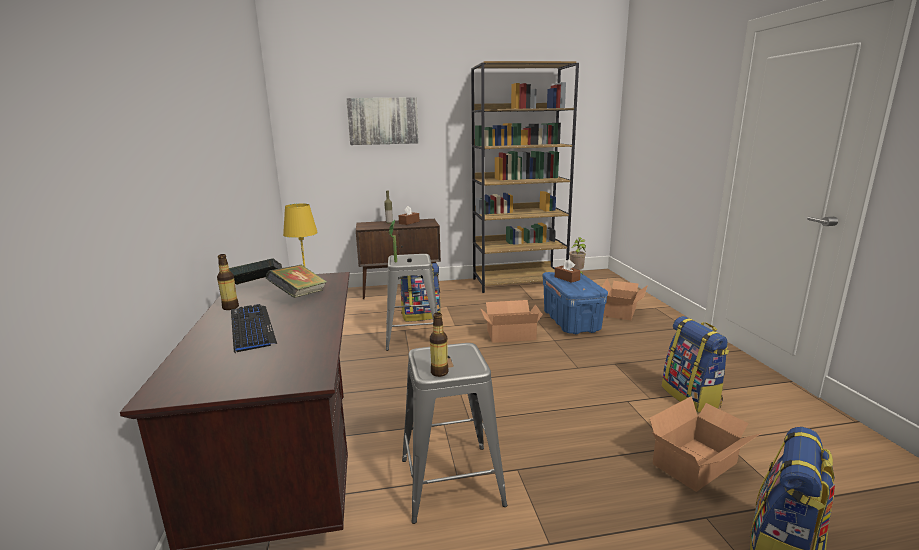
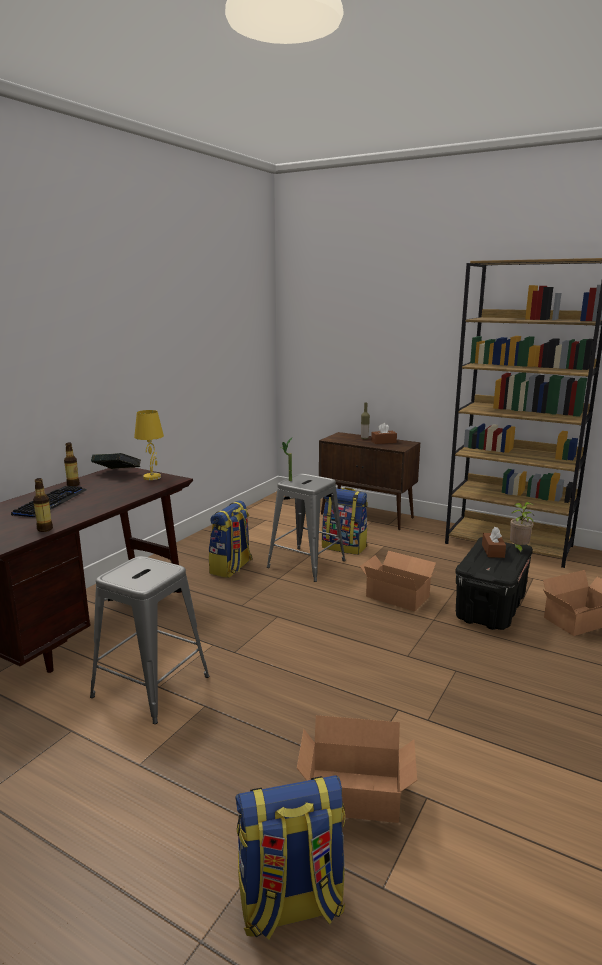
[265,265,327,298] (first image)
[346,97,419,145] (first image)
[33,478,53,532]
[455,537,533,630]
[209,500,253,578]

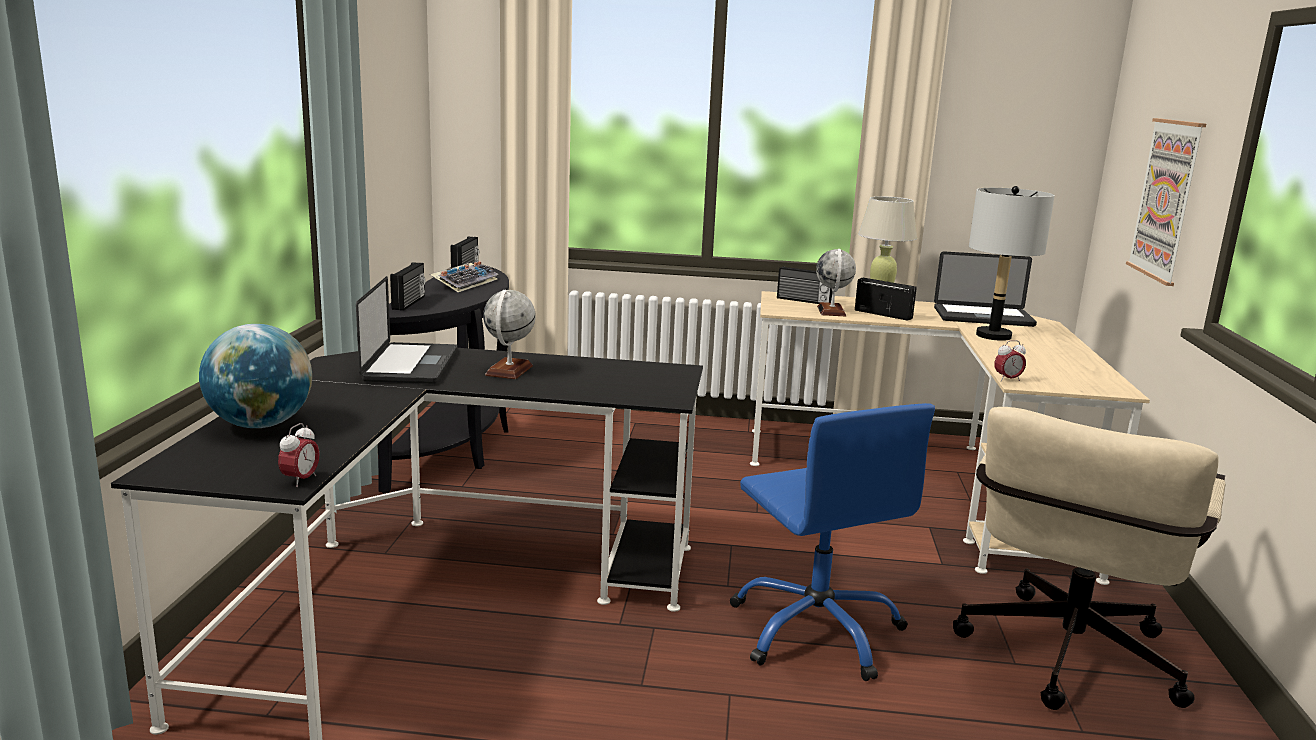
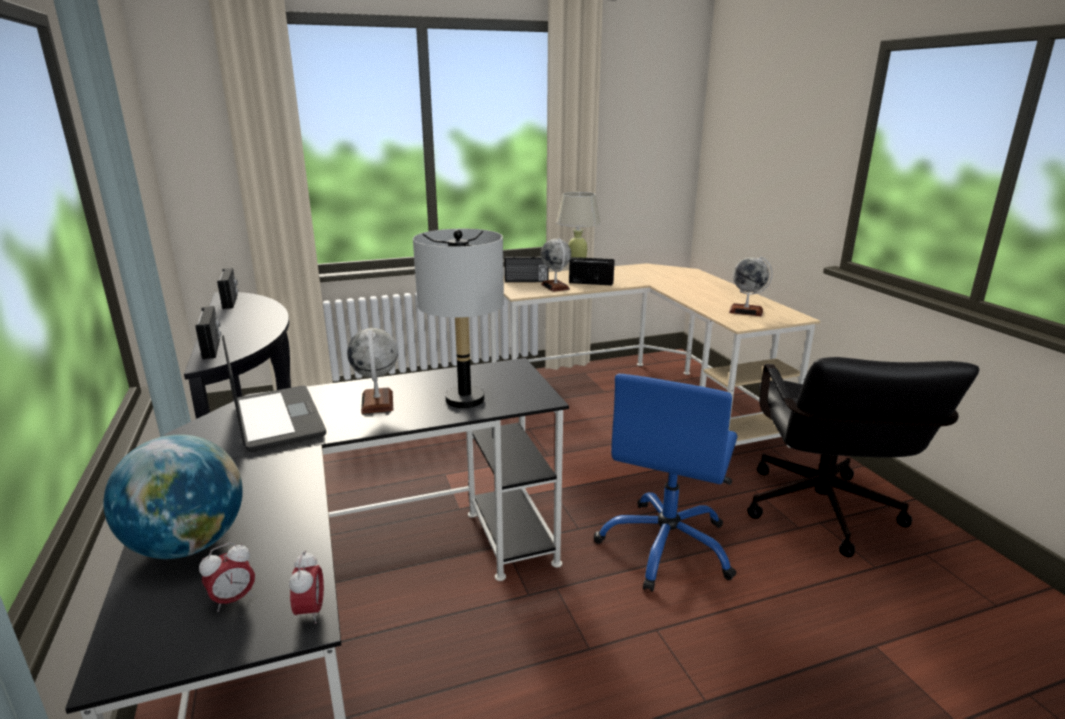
[430,261,498,292] (first image)
[594,374,738,592]
[934,251,1037,327] (first image)
[747,357,979,557]
[413,229,504,408]
[199,542,255,612]
[1126,118,1206,286] (first image)
[729,256,773,316]

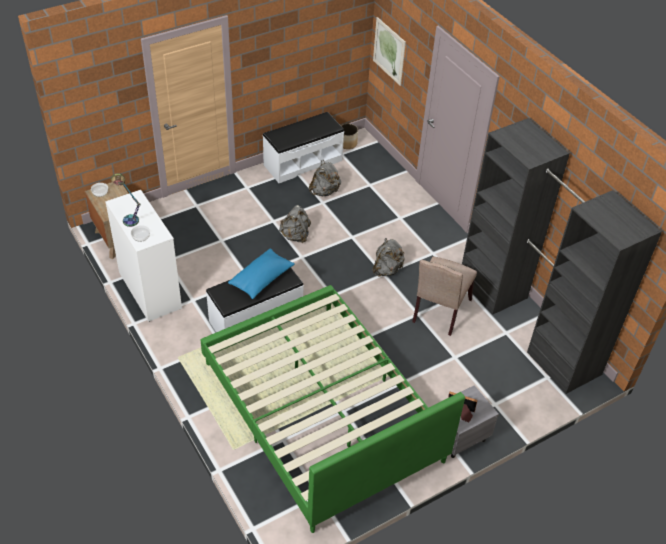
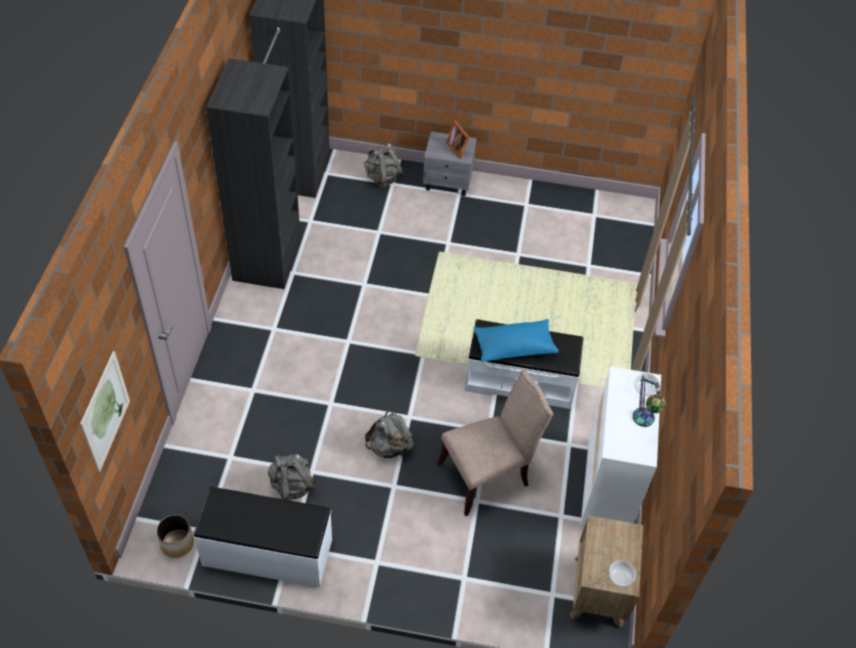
[200,285,465,533] (first image)
[364,143,404,188]
[437,370,553,516]

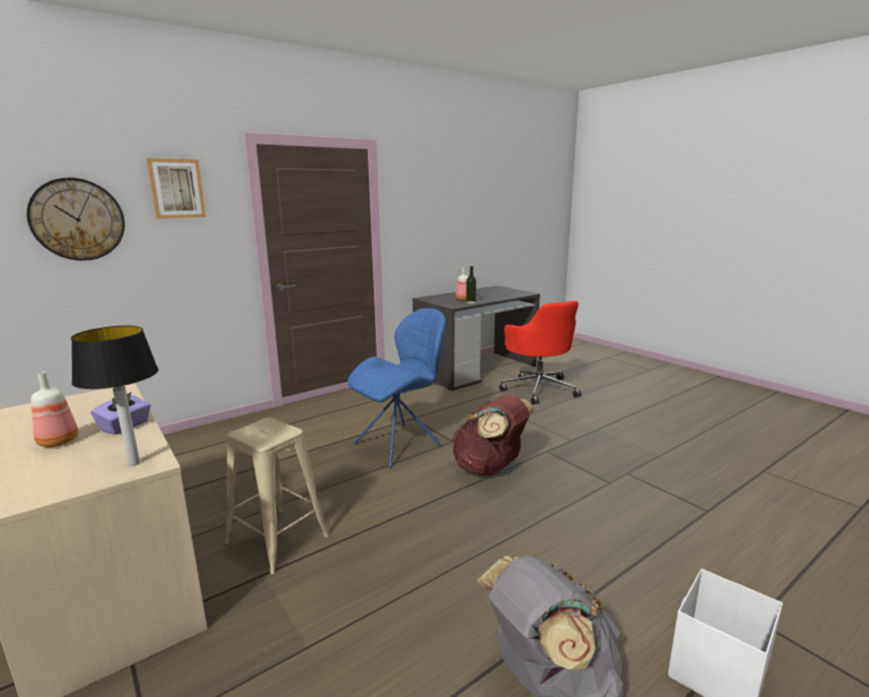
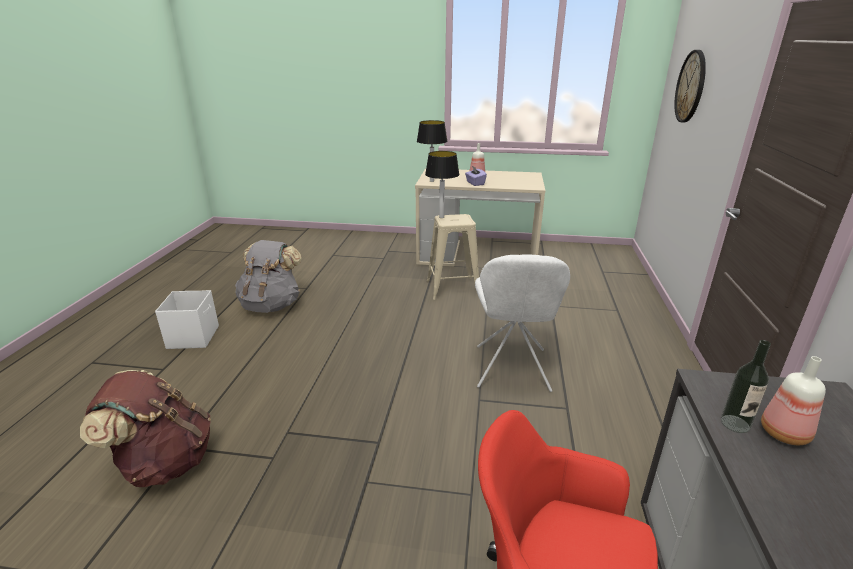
[147,158,206,219] (first image)
[475,254,570,392]
[80,370,211,487]
[425,151,460,218]

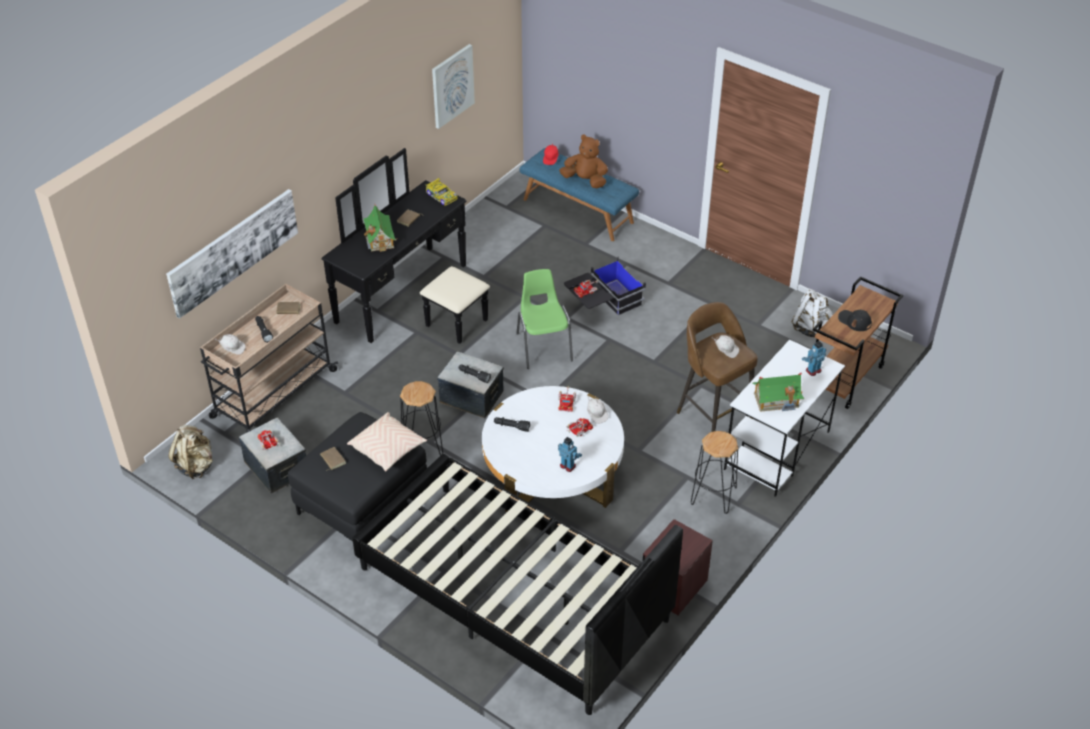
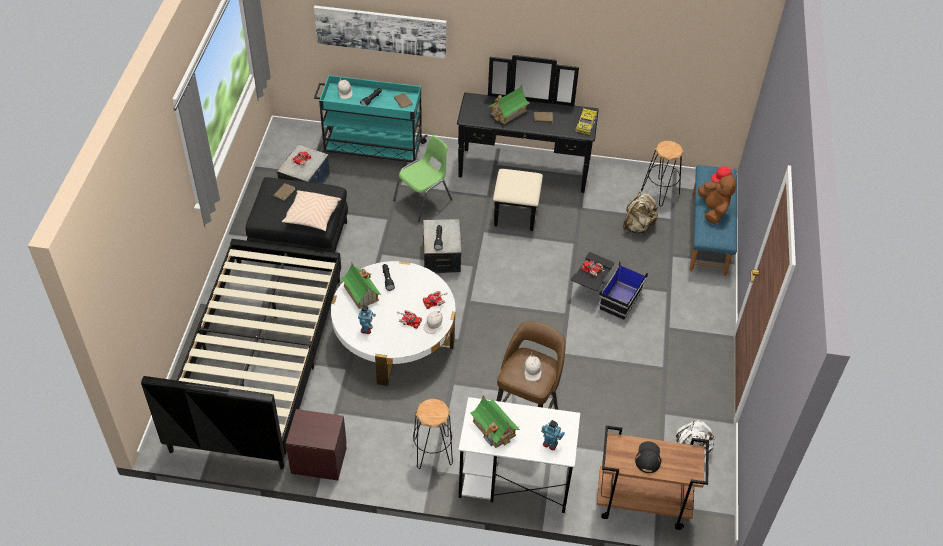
[623,192,659,233]
[314,75,428,162]
[641,141,684,206]
[432,44,475,129] (first image)
[393,136,452,222]
[341,262,381,309]

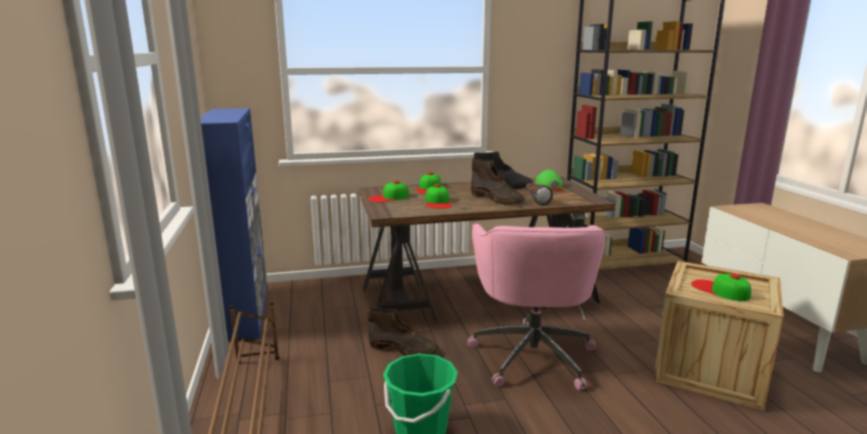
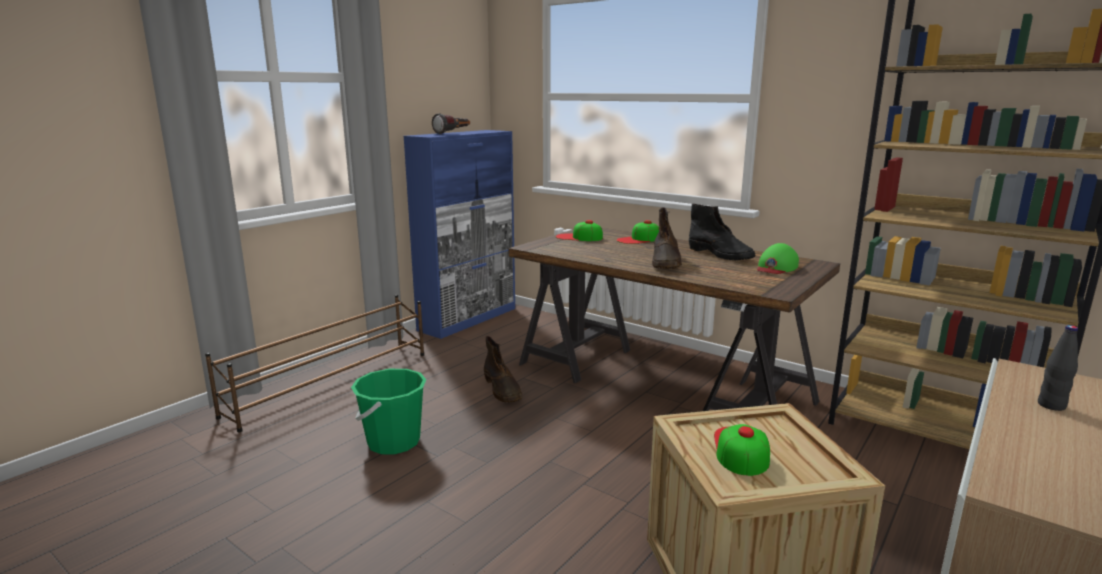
[425,184,452,209] (first image)
[468,224,606,390] (first image)
[432,113,470,134]
[1038,325,1078,411]

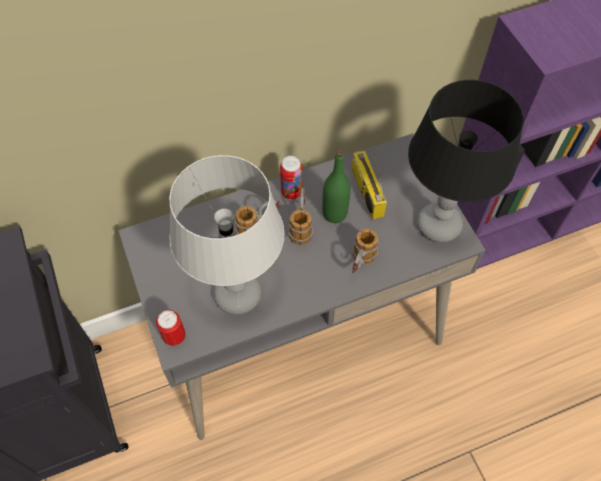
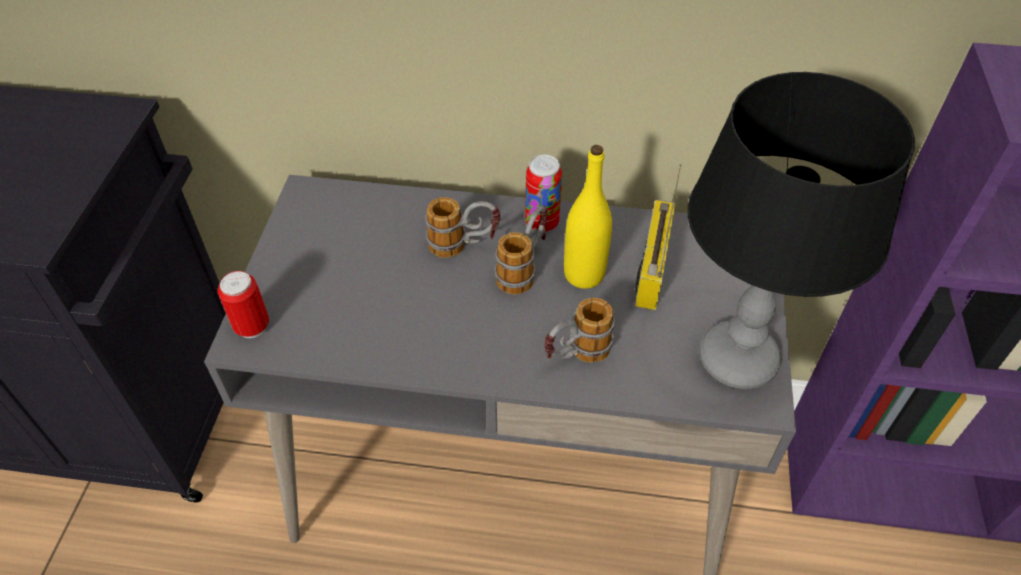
[169,155,285,315] (first image)
[564,145,612,289]

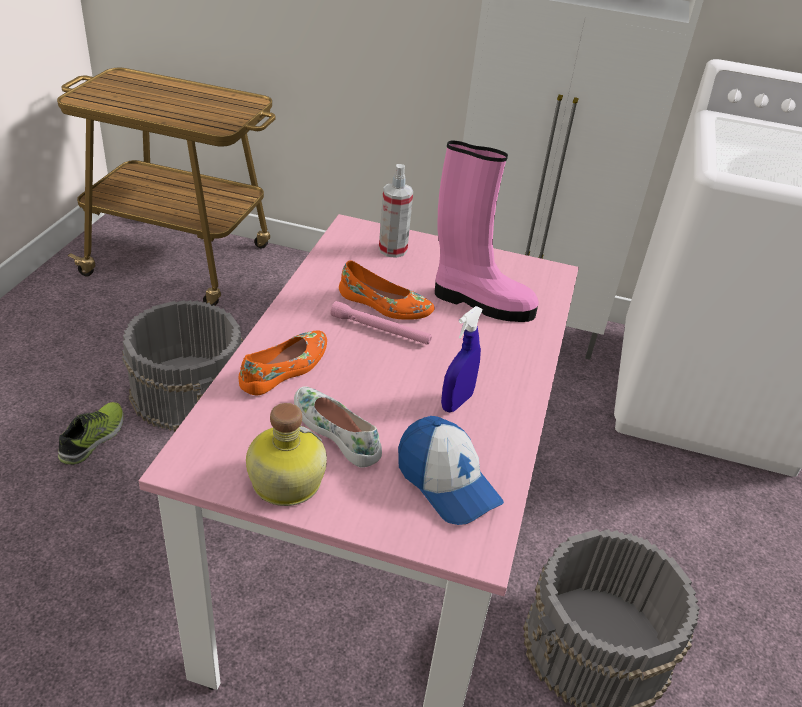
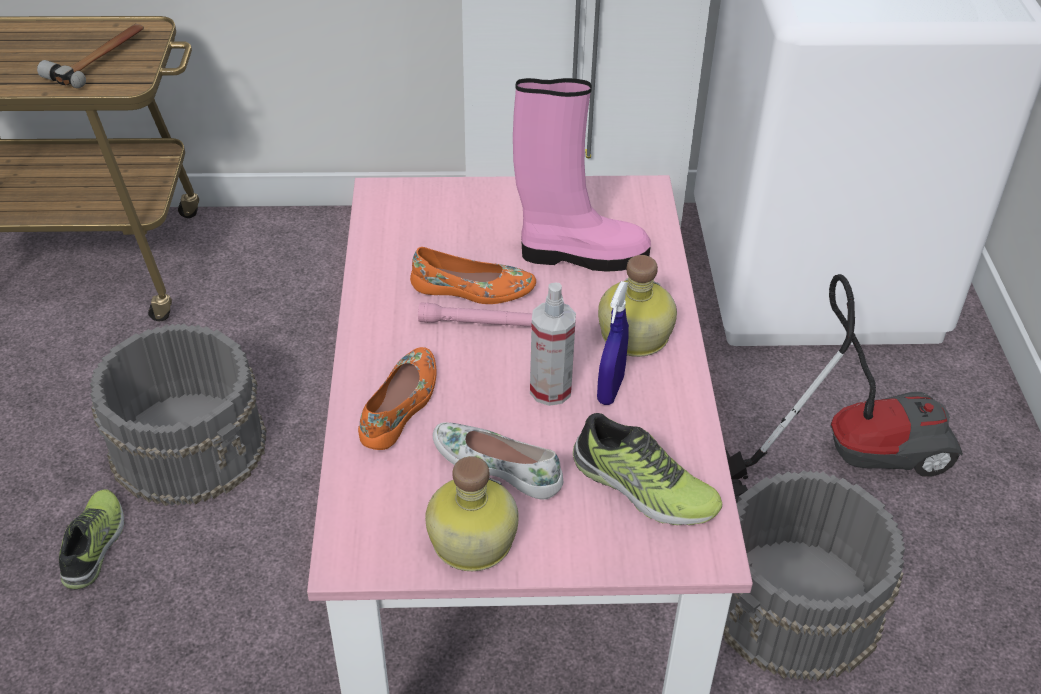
[530,282,576,406]
[573,413,722,525]
[37,24,144,88]
[598,255,677,357]
[725,274,963,503]

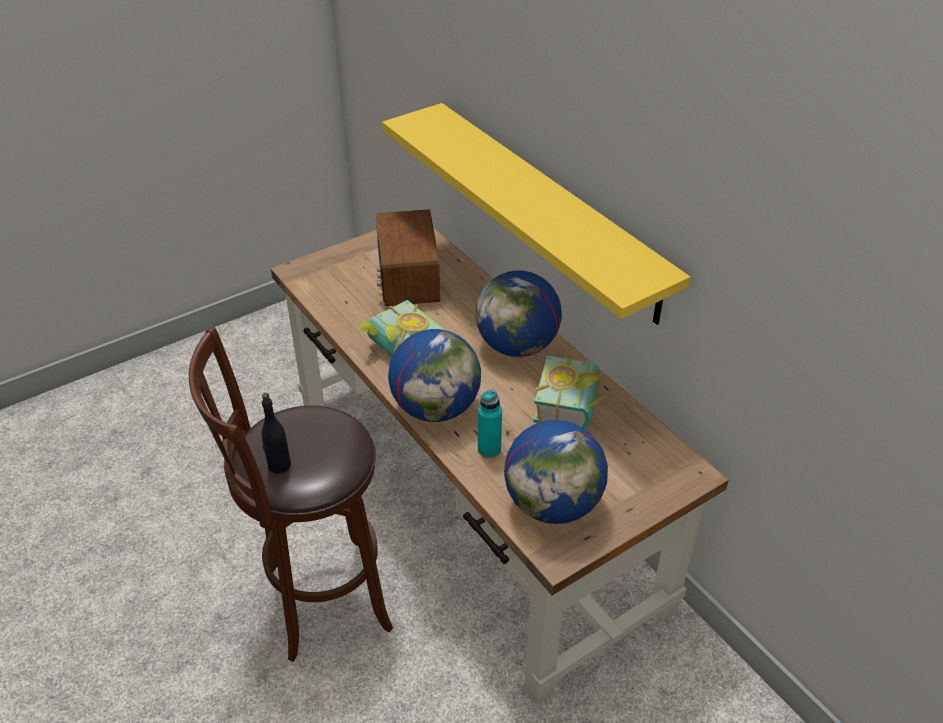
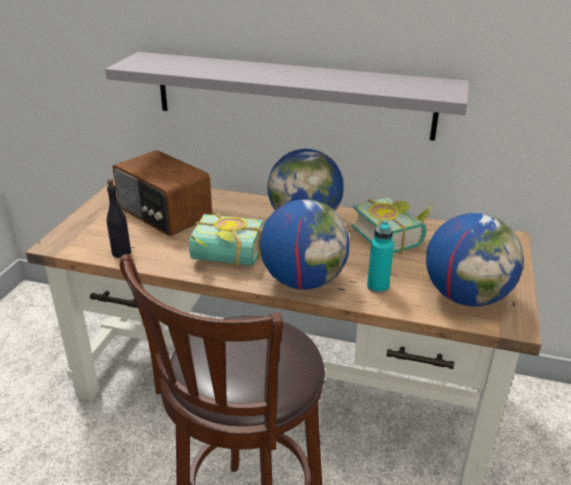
[107,179,131,258]
[105,52,469,141]

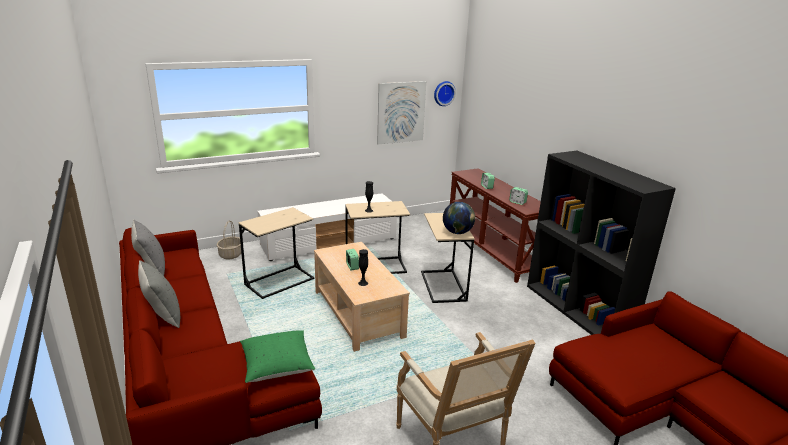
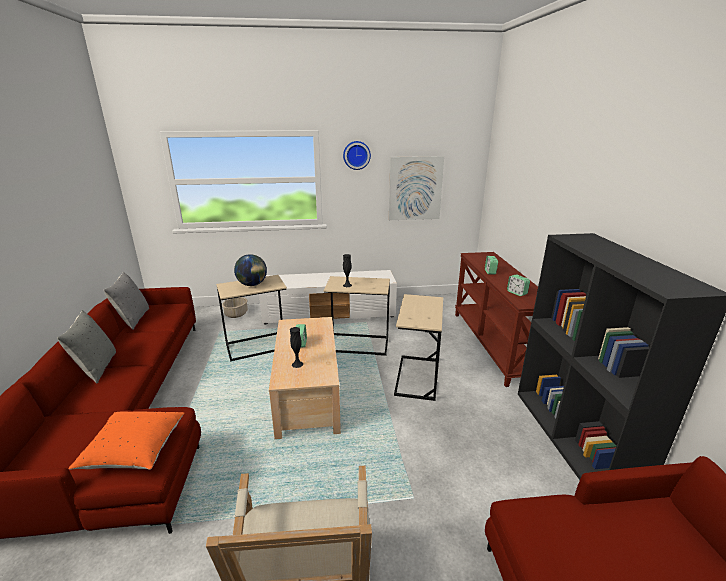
[69,411,184,470]
[343,141,371,170]
[234,254,267,286]

